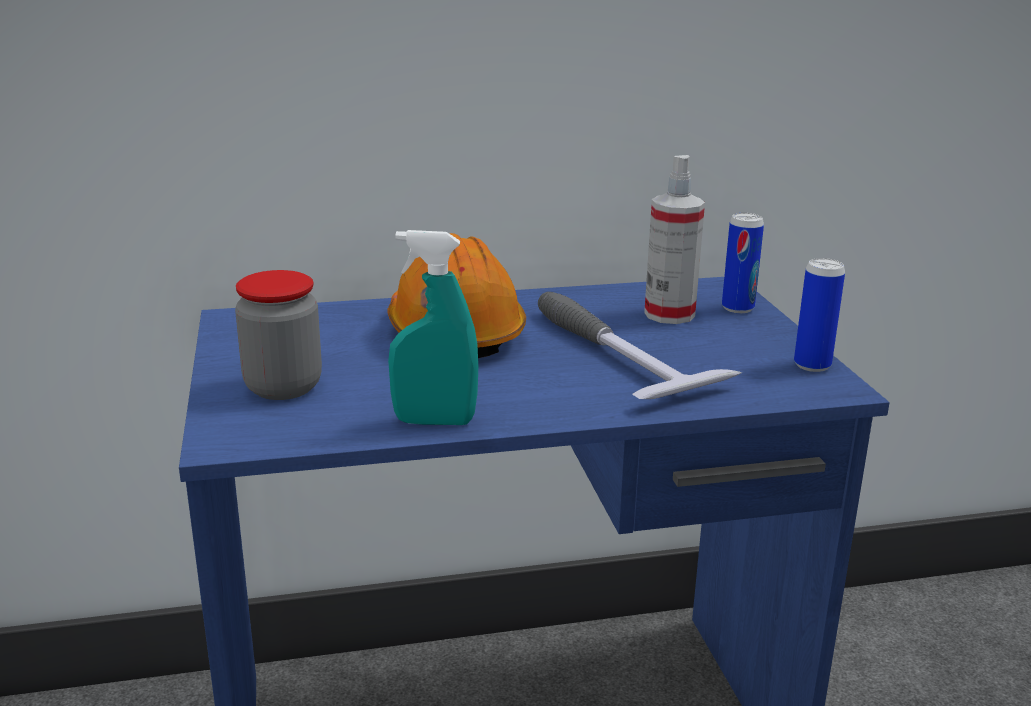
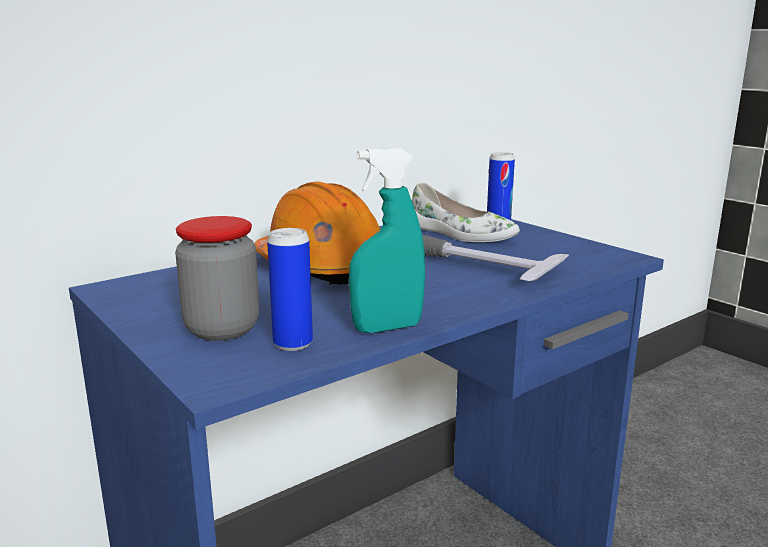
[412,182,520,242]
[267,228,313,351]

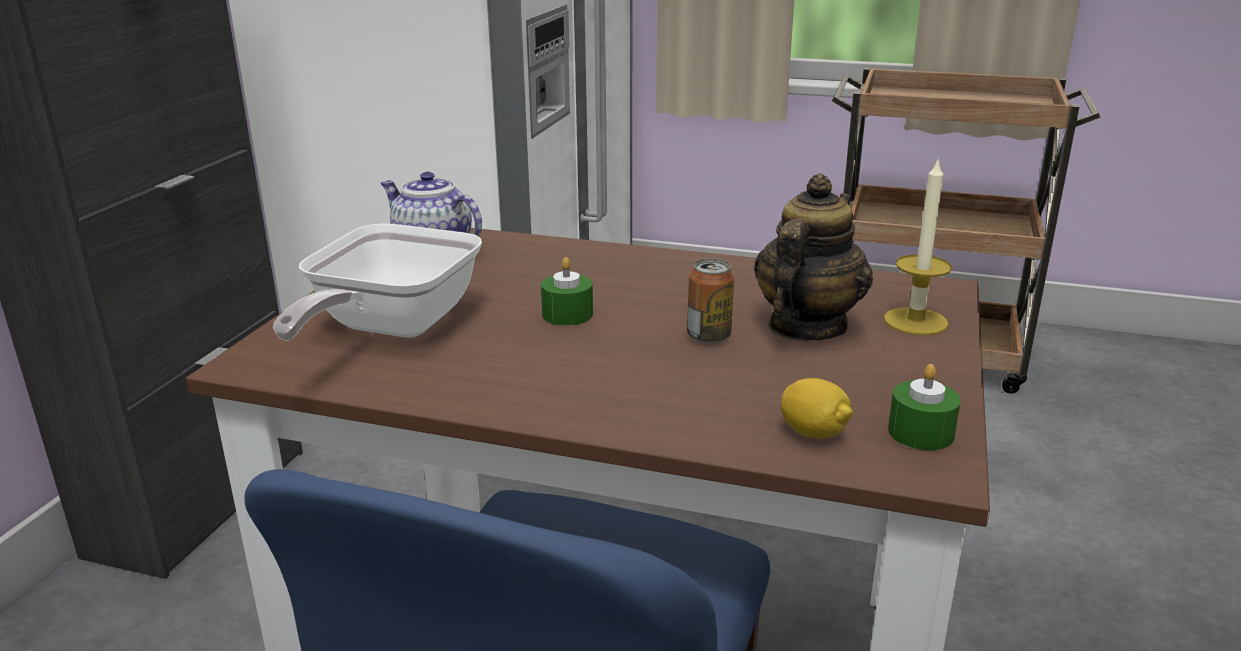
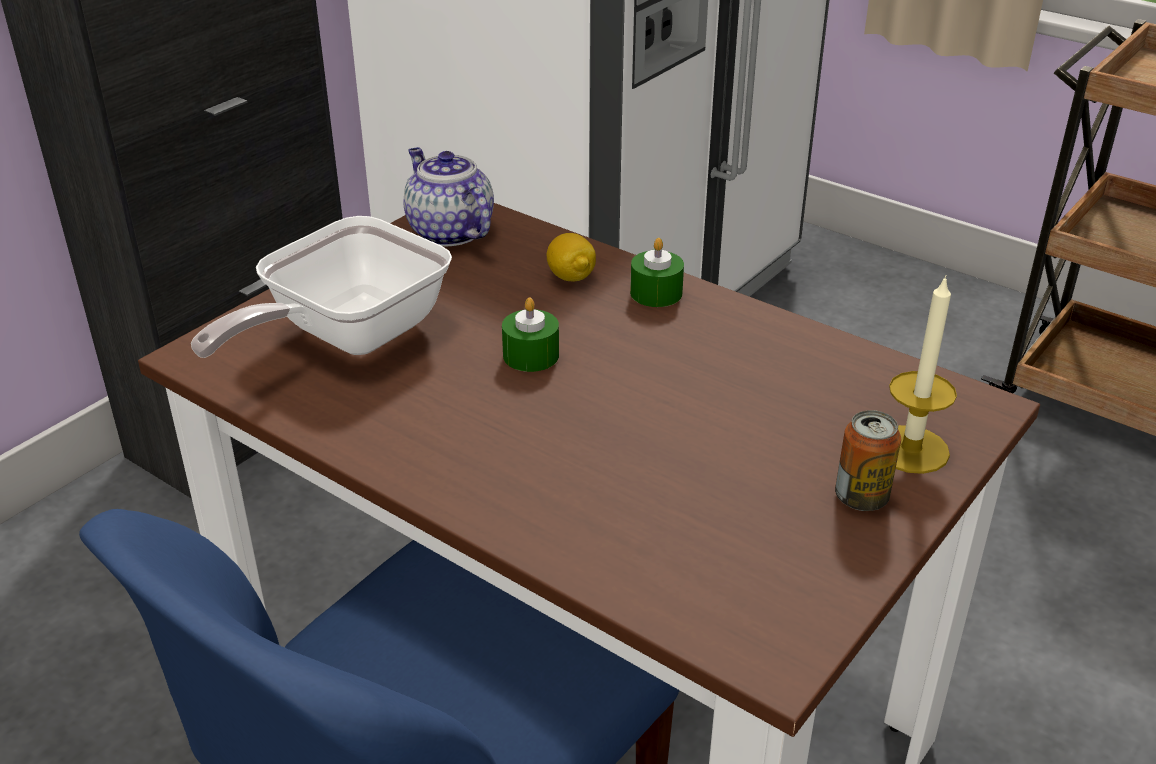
[835,410,901,511]
[754,173,873,341] (first image)
[547,233,596,281]
[630,238,684,307]

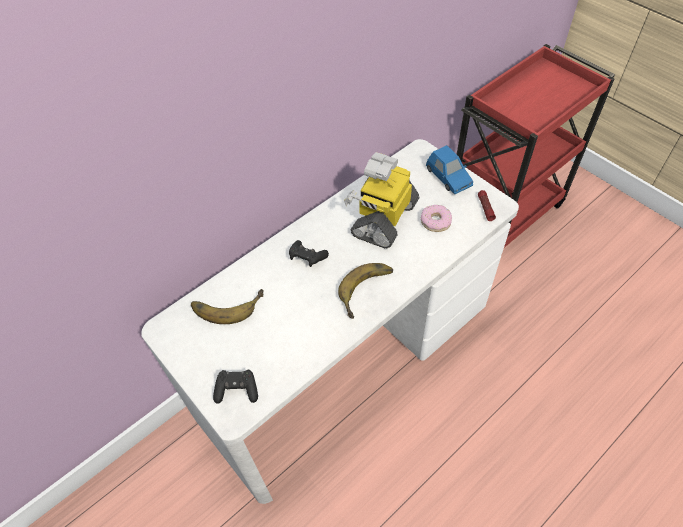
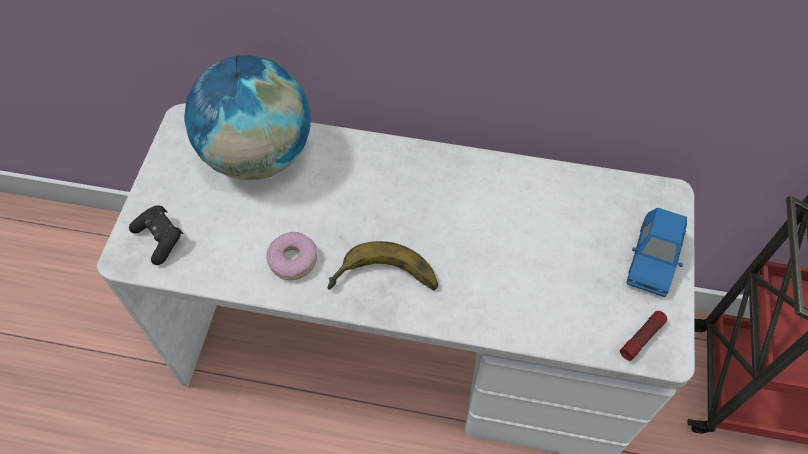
[184,55,310,180]
[289,240,329,267] (first image)
[344,152,419,248] (first image)
[266,232,317,280]

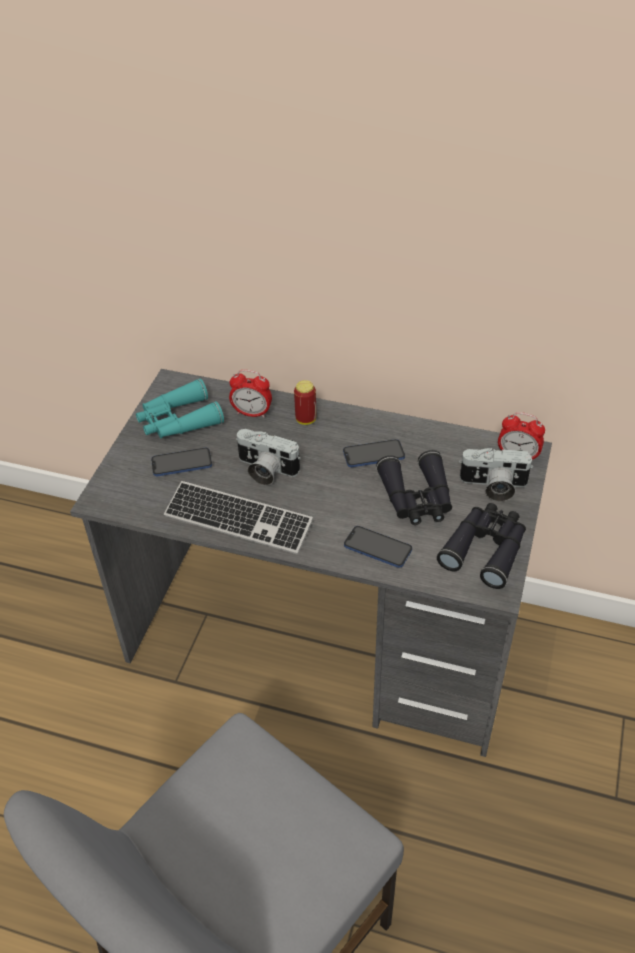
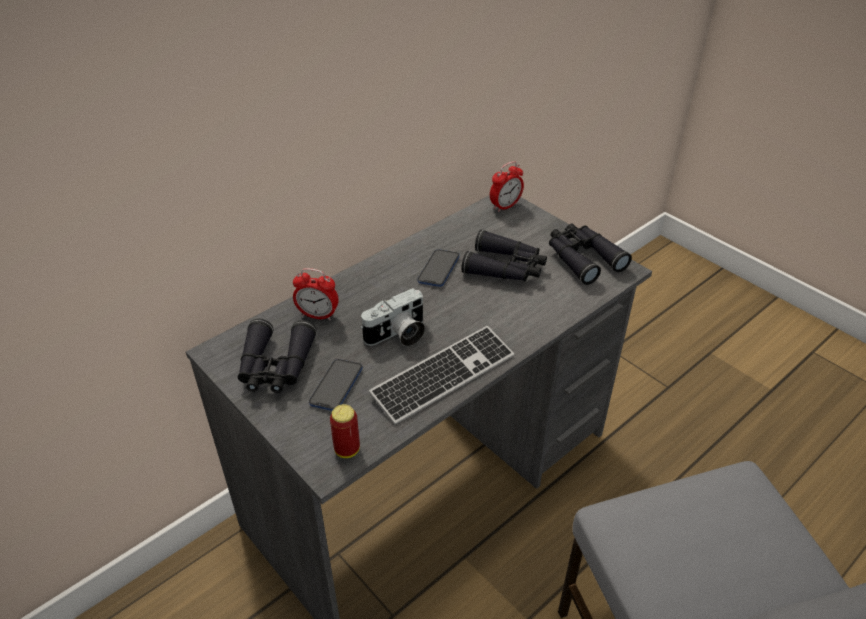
[238,319,317,393]
[293,268,339,320]
[330,404,360,458]
[344,526,412,568] (first image)
[459,448,533,501] (first image)

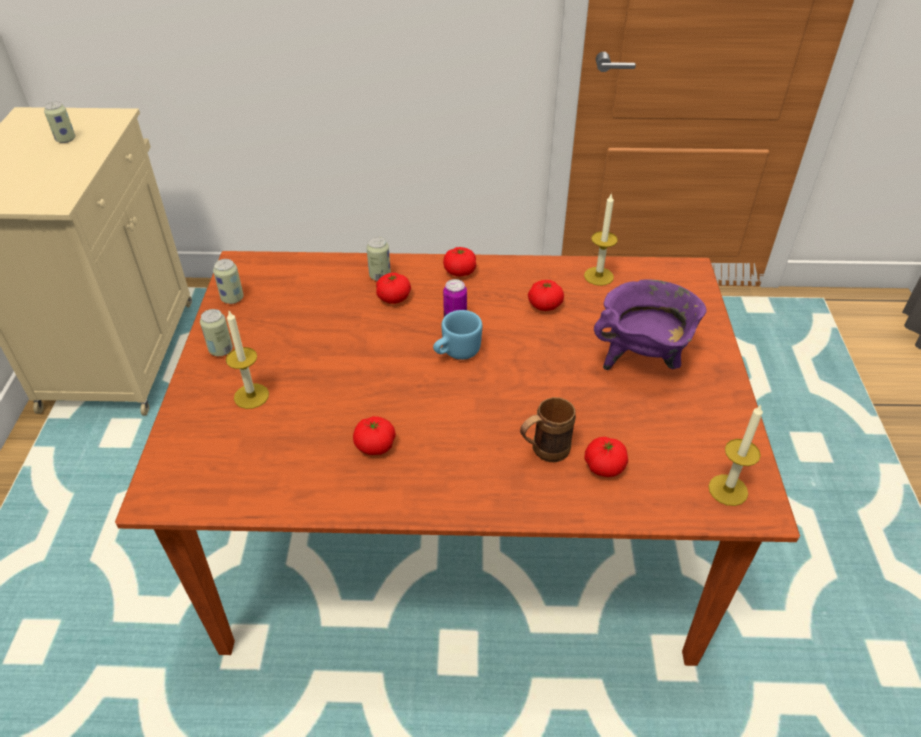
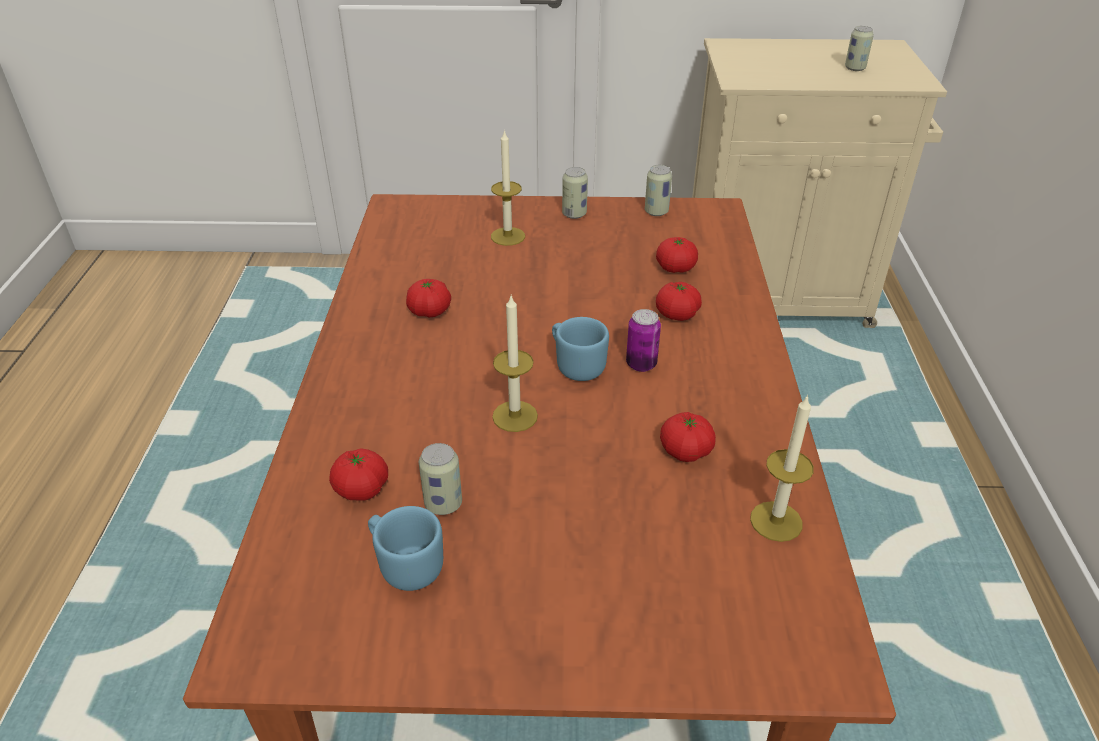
[419,443,462,515]
[656,237,698,273]
[520,397,576,462] (first image)
[594,279,706,370] (first image)
[492,296,538,432]
[368,506,443,591]

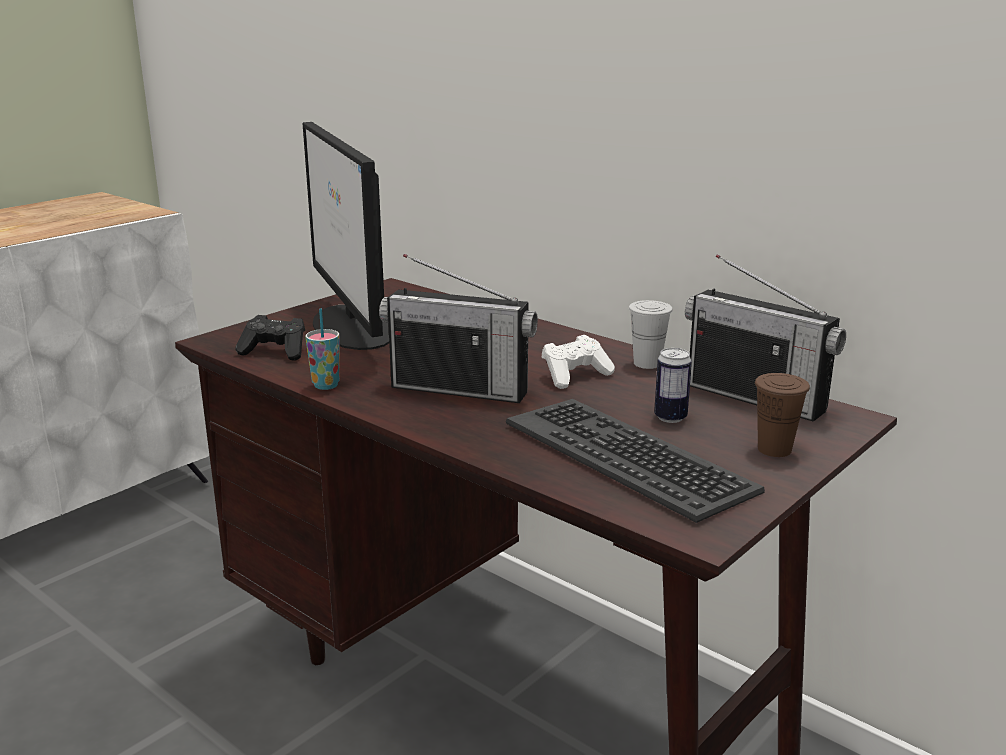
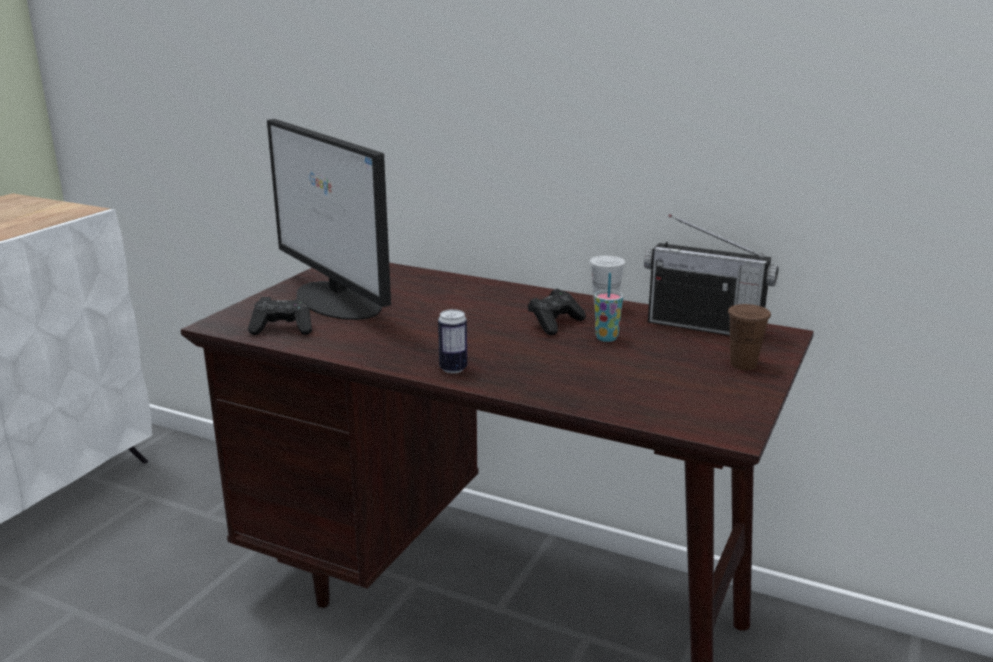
[594,273,623,342]
[379,254,538,403] (first image)
[506,399,765,523] (first image)
[528,289,586,335]
[438,309,467,373]

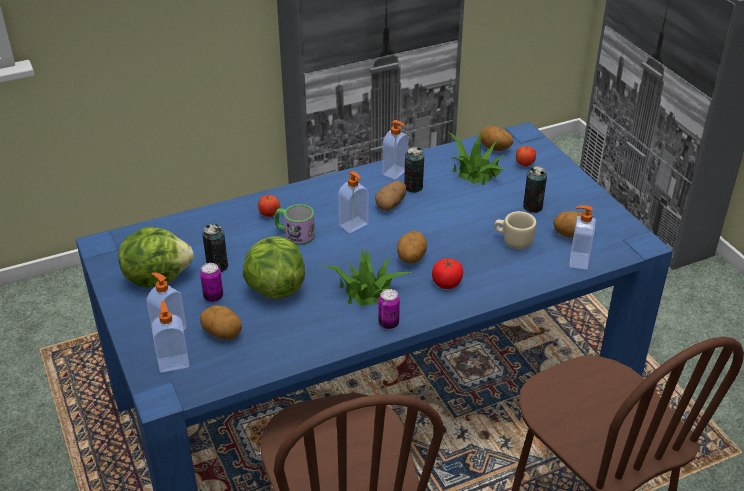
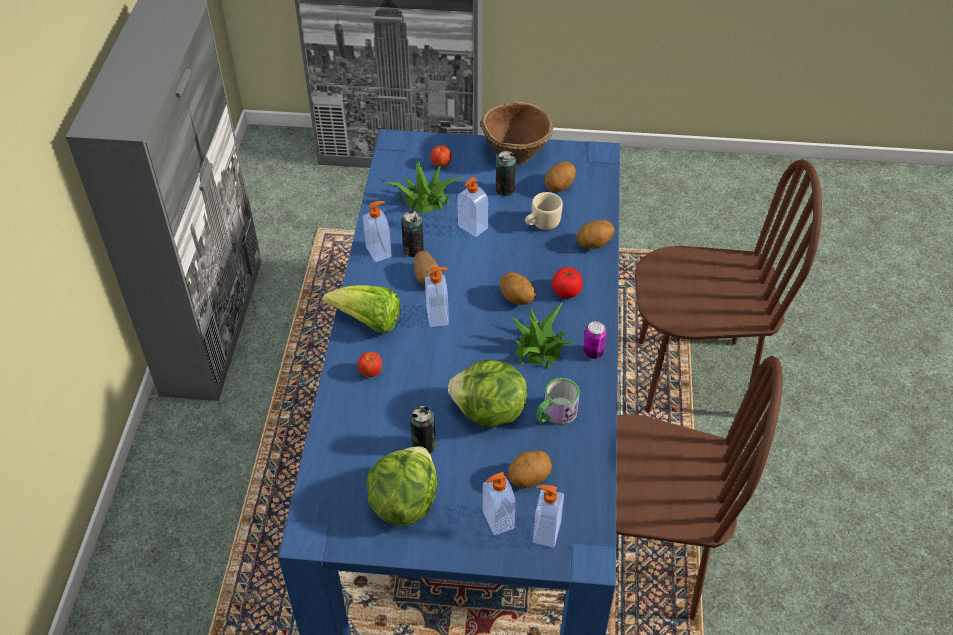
[200,263,223,302] (first image)
[536,378,580,425]
[577,220,615,249]
[458,177,488,237]
[323,285,401,333]
[481,101,553,165]

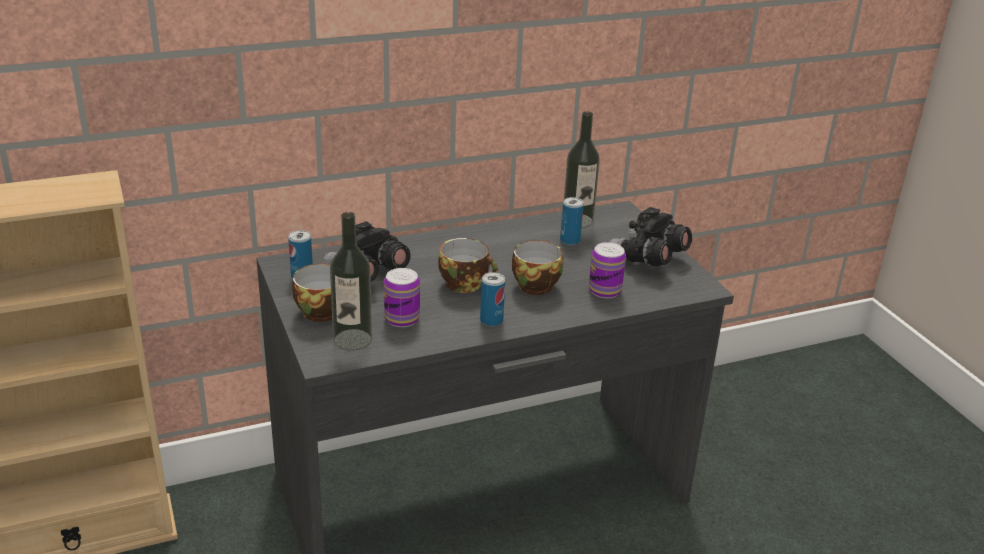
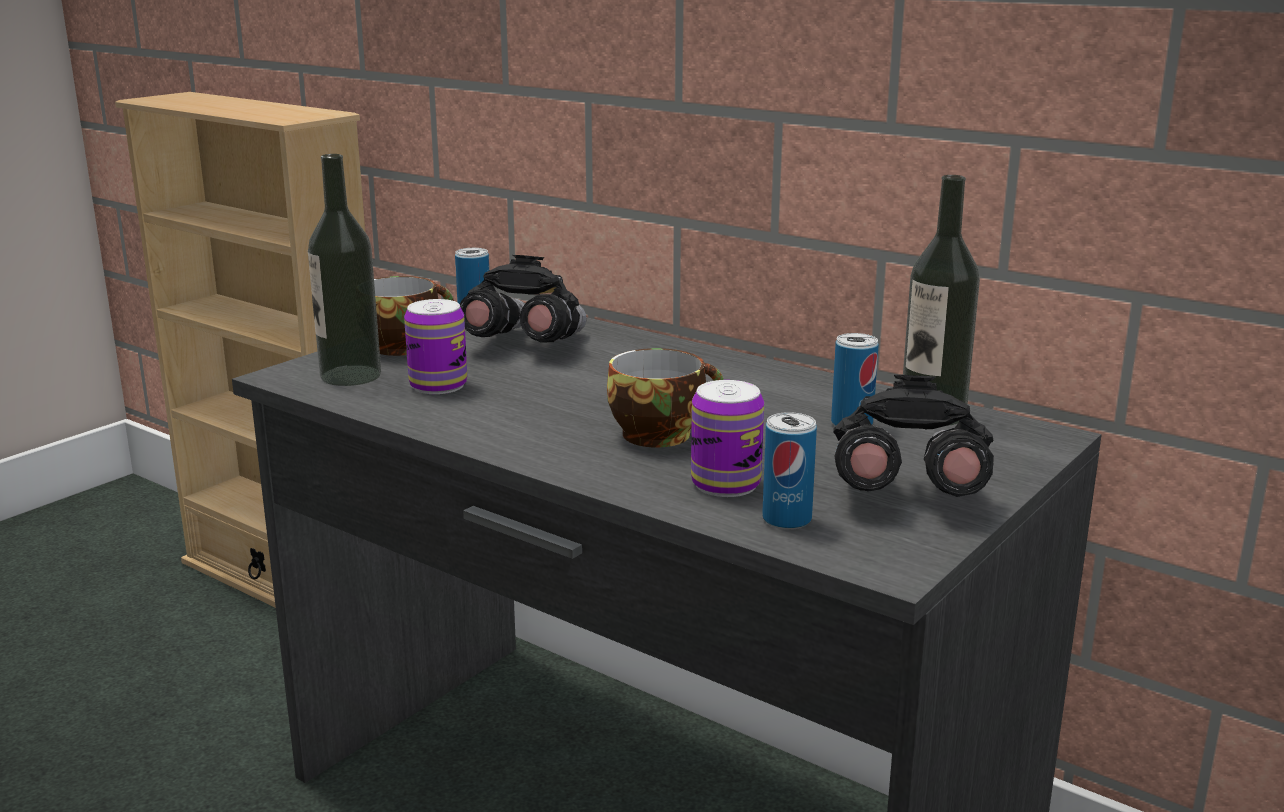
[438,238,498,293] (first image)
[762,412,817,530]

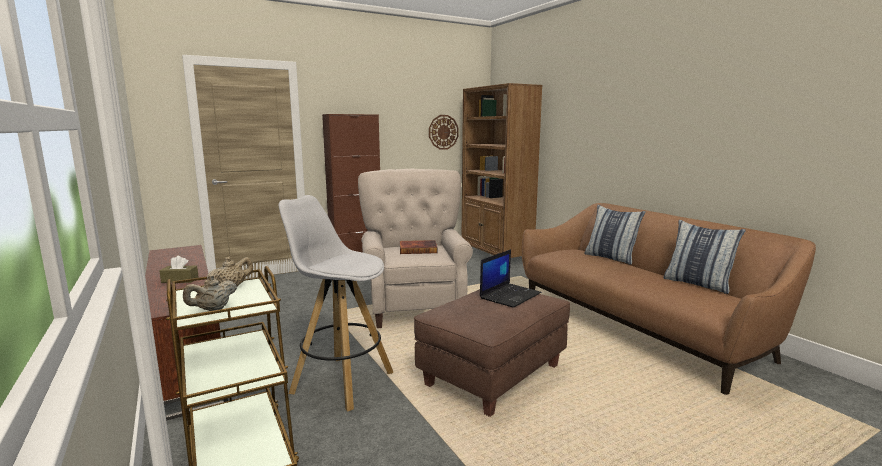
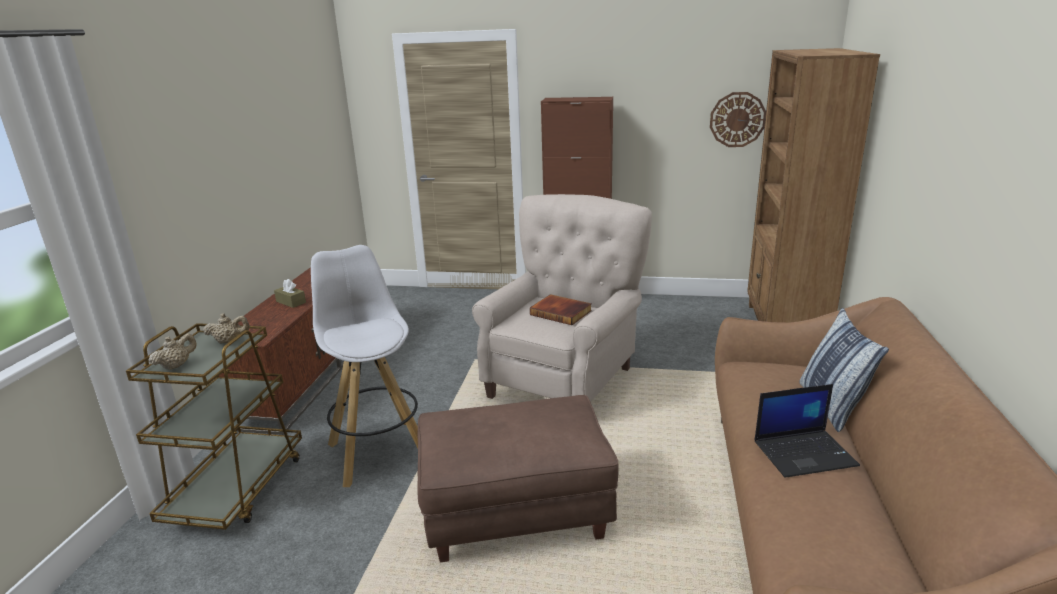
[149,333,196,370]
[754,384,860,478]
[663,220,746,294] (first image)

